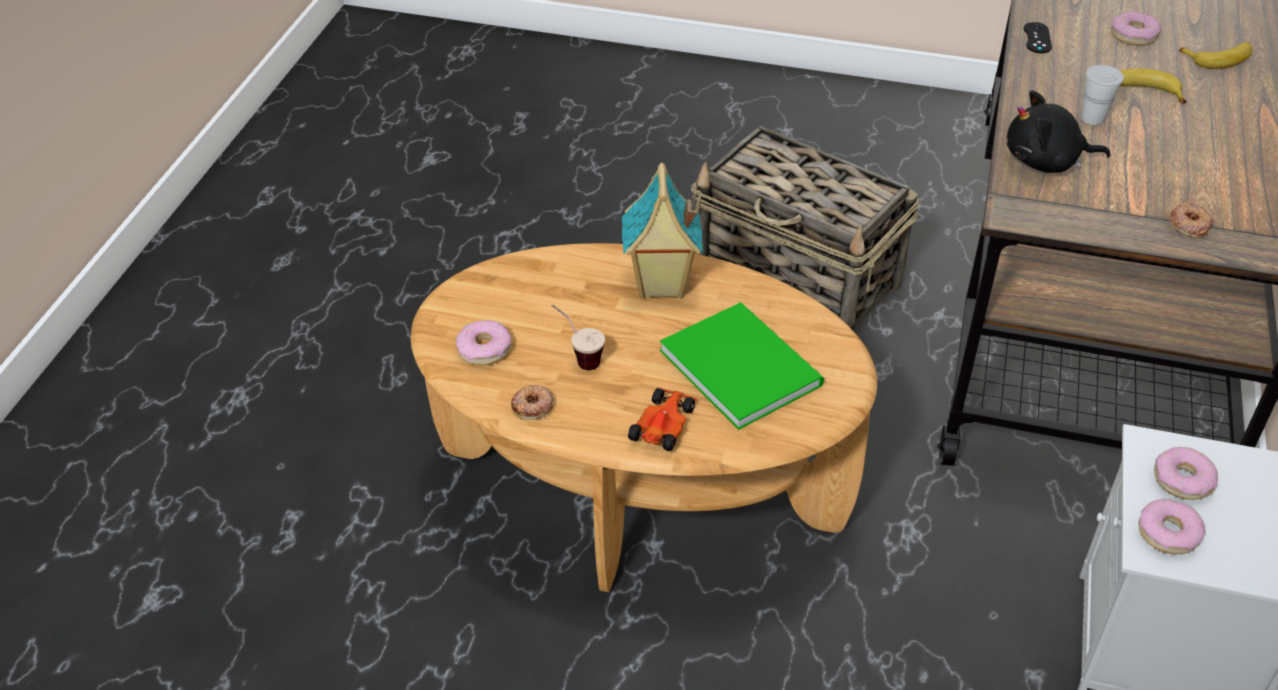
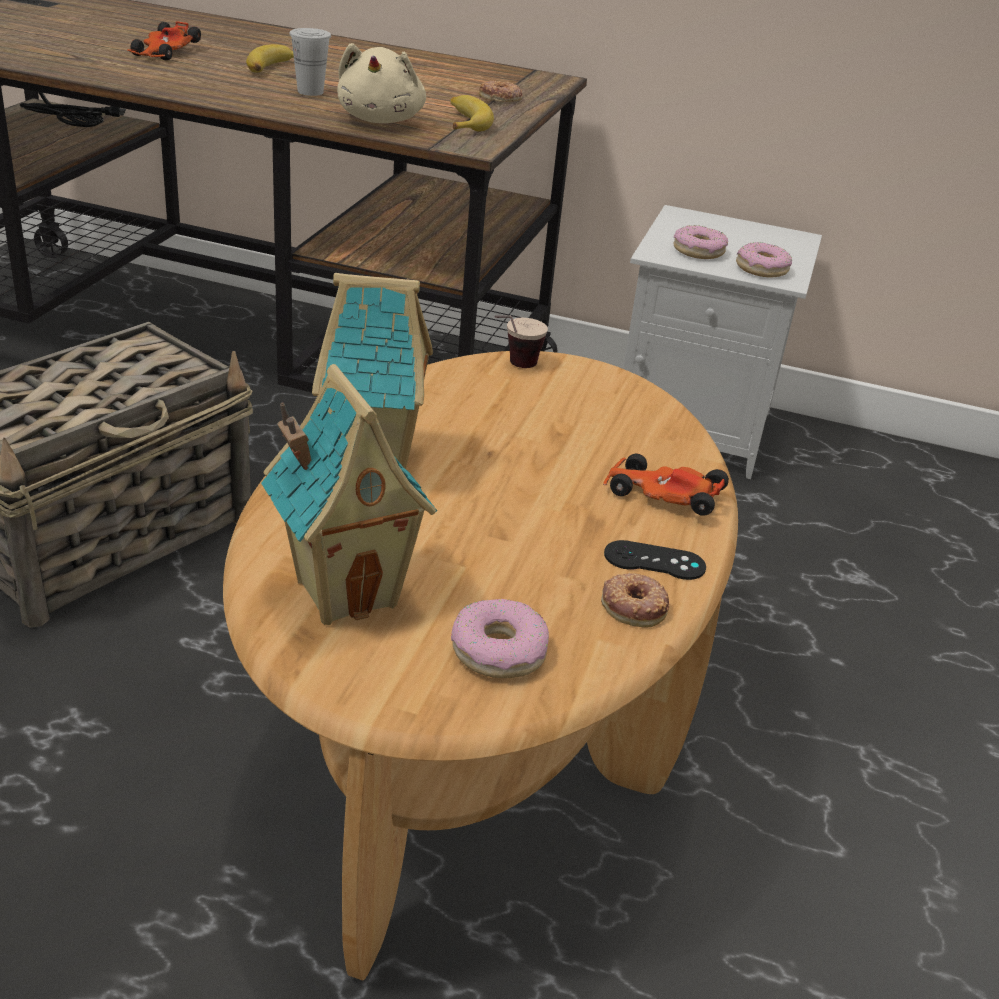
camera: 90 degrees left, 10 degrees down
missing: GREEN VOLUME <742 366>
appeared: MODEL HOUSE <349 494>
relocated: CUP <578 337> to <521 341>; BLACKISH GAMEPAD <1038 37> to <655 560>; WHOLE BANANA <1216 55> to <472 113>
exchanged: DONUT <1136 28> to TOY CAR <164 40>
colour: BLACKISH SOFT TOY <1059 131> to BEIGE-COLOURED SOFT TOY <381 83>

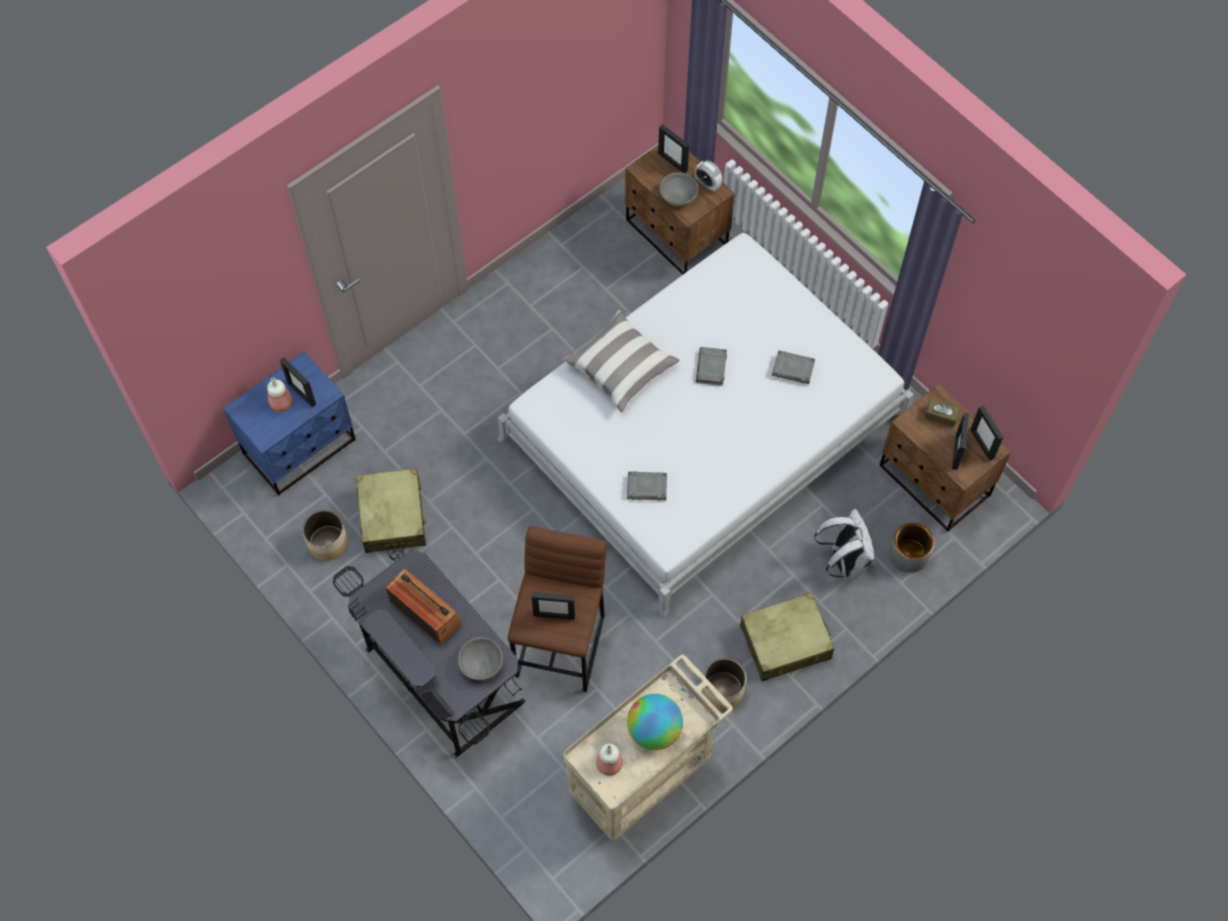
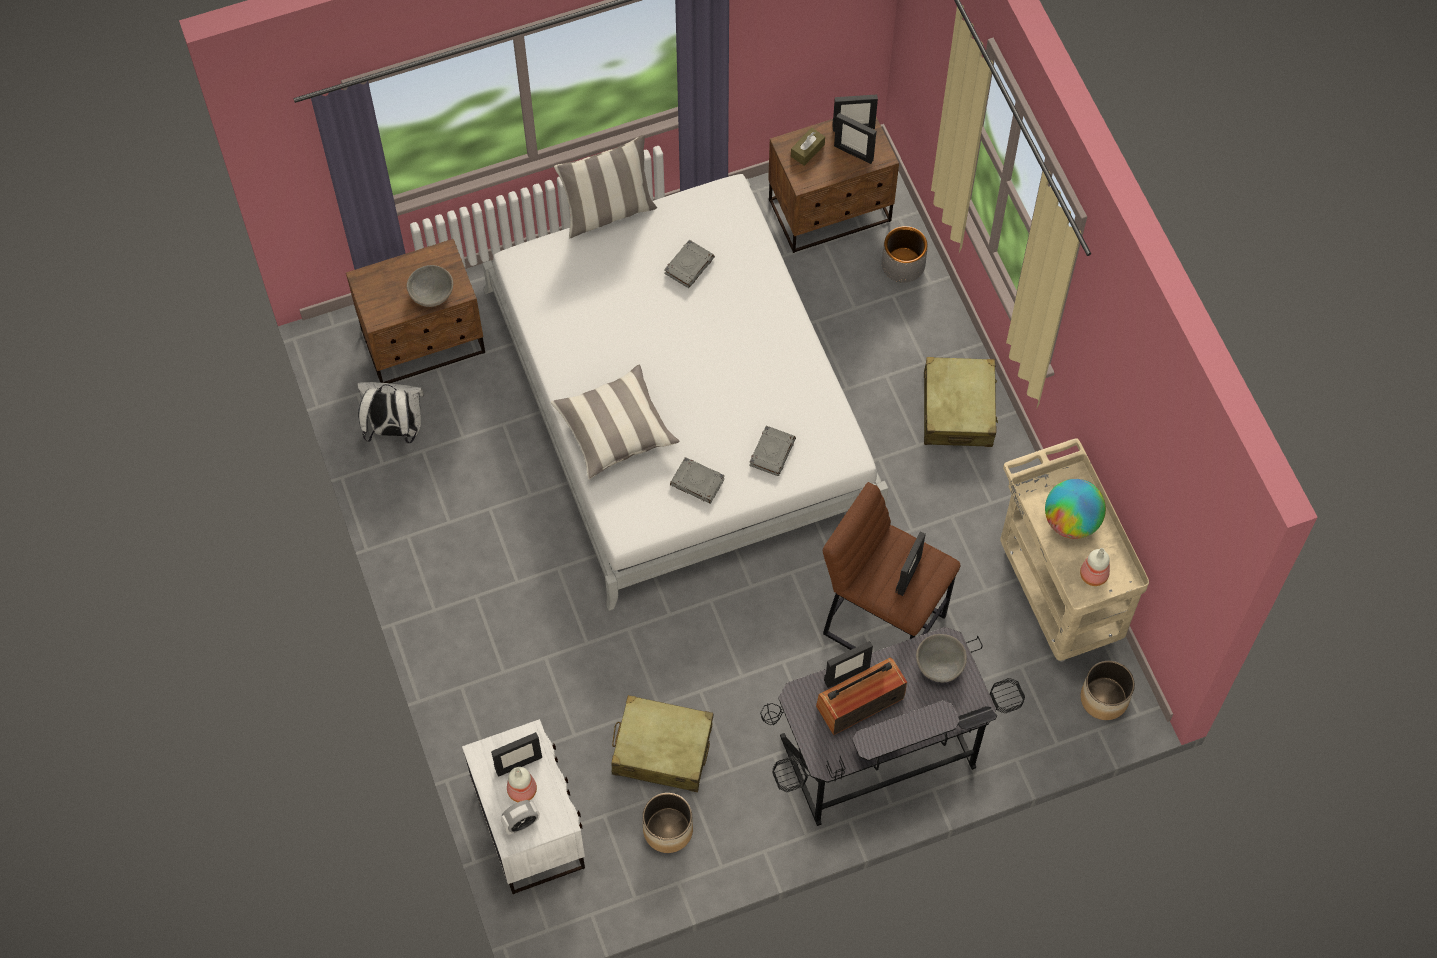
camera: 70 degrees left, 0 degrees up
appeared: CUSHION <605 186>
relocated: PHOTO FRAME <673 148> to <848 664>; TABLE CLOCK <708 176> to <520 817>; GRAY VOLUME <711 366> to <697 480>; FLOWER POT <724 684> to <1108 690>; WHITE KNAPSACK <844 544> to <390 412>
colour: BLUISH NIGHTSTAND <289 423> to WHITE NIGHTSTAND <523 806>

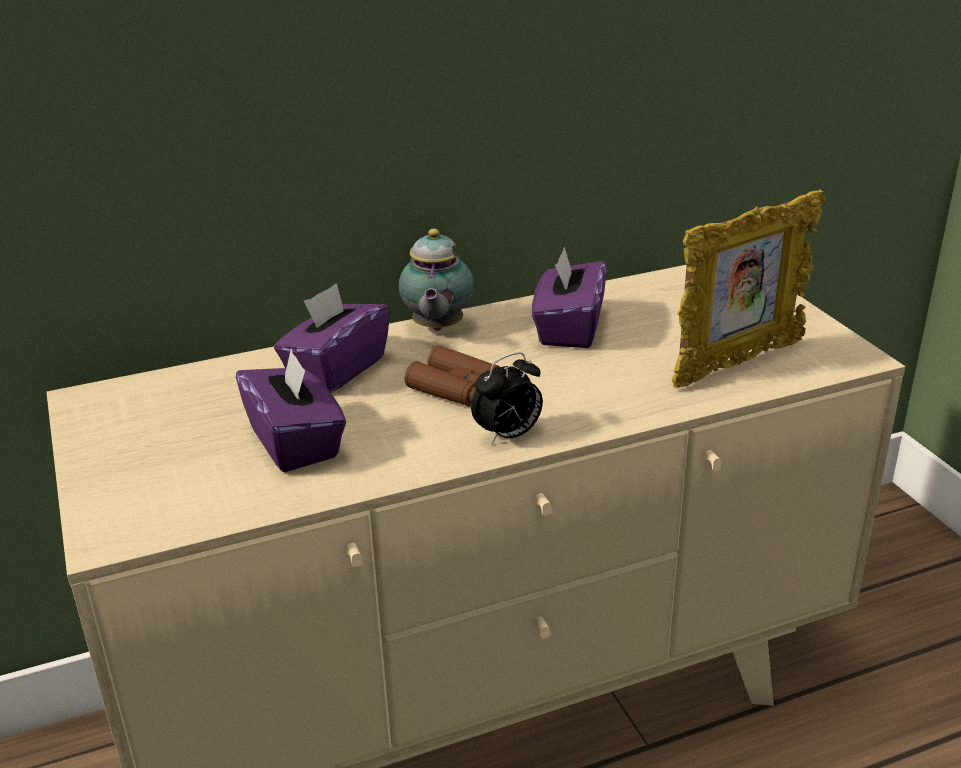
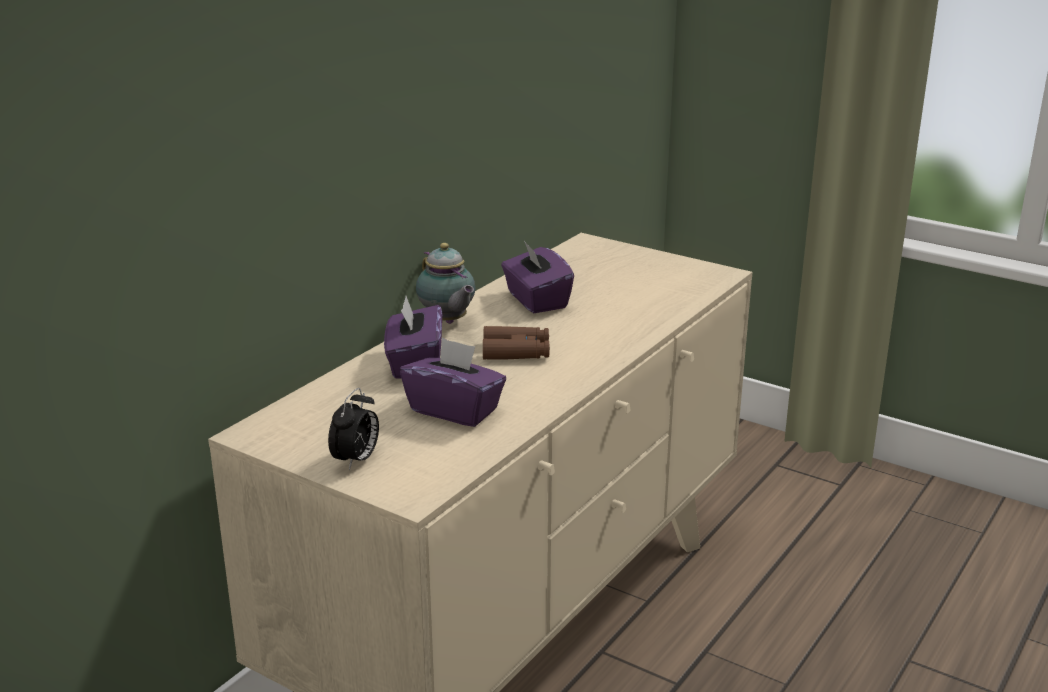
camera: 35 degrees left, 5 degrees down
missing: PHOTO FRAME <748 289>
relocated: TABLE CLOCK <507 398> to <353 429>

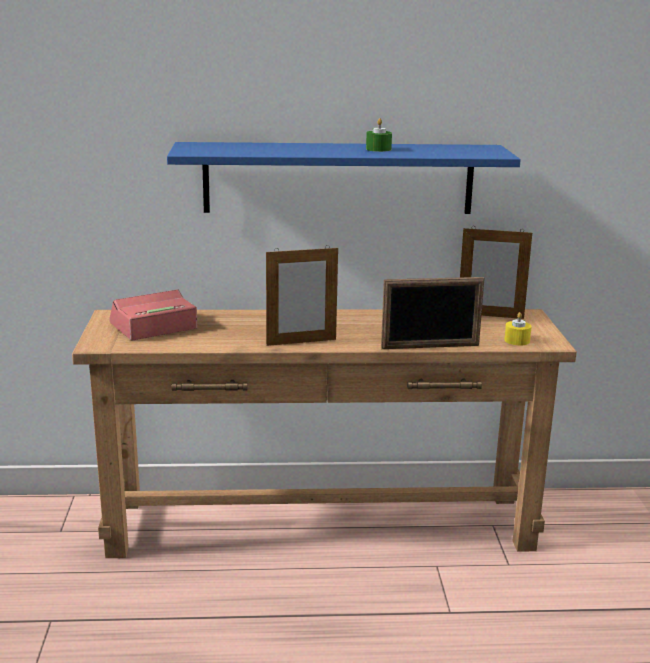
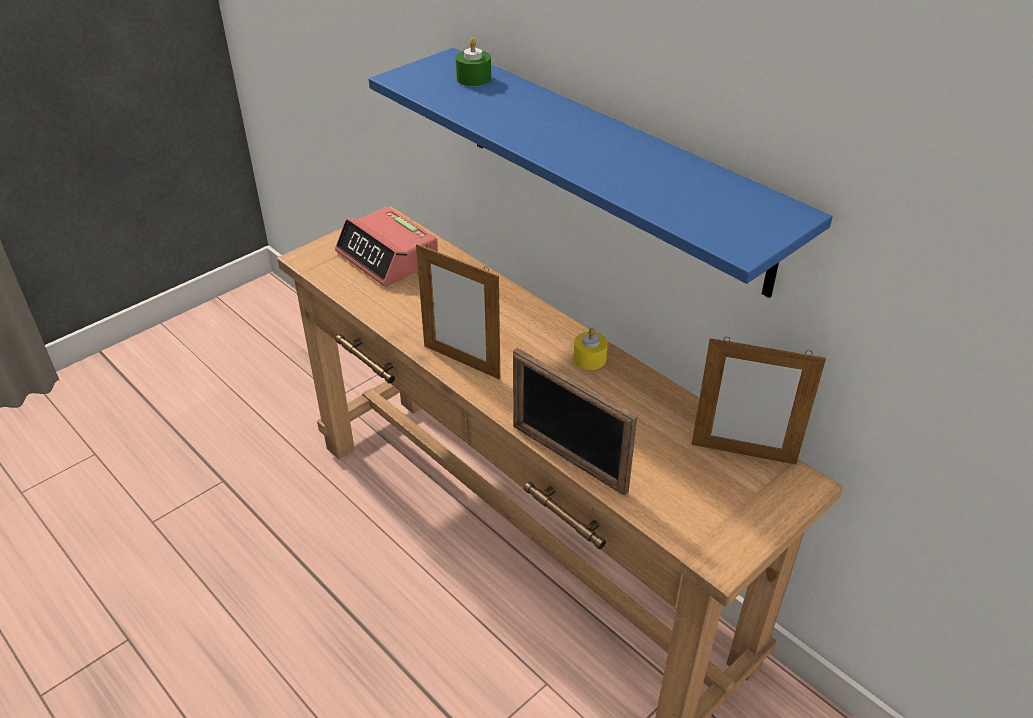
camera: 50 degrees right, 20 degrees up
relocated: GREEN CANDLE <379 135> to <473 62>; YELLOW CANDLE <518 329> to <590 349>
spun: TABLE CLOCK <153 315> = <386 247> 150 degrees counterclockwise; PHOTO FRAME <496 272> = <758 401> 45 degrees counterclockwise

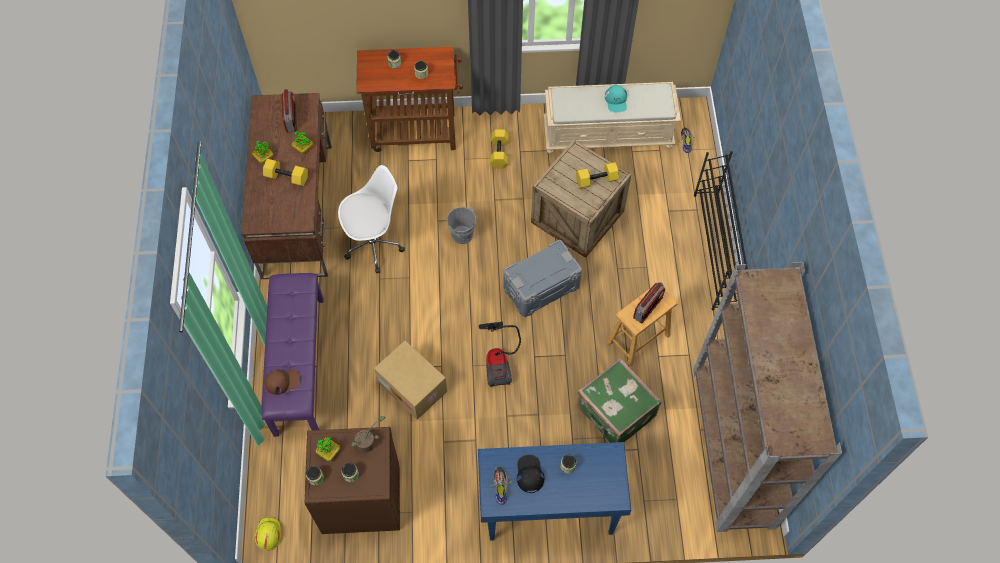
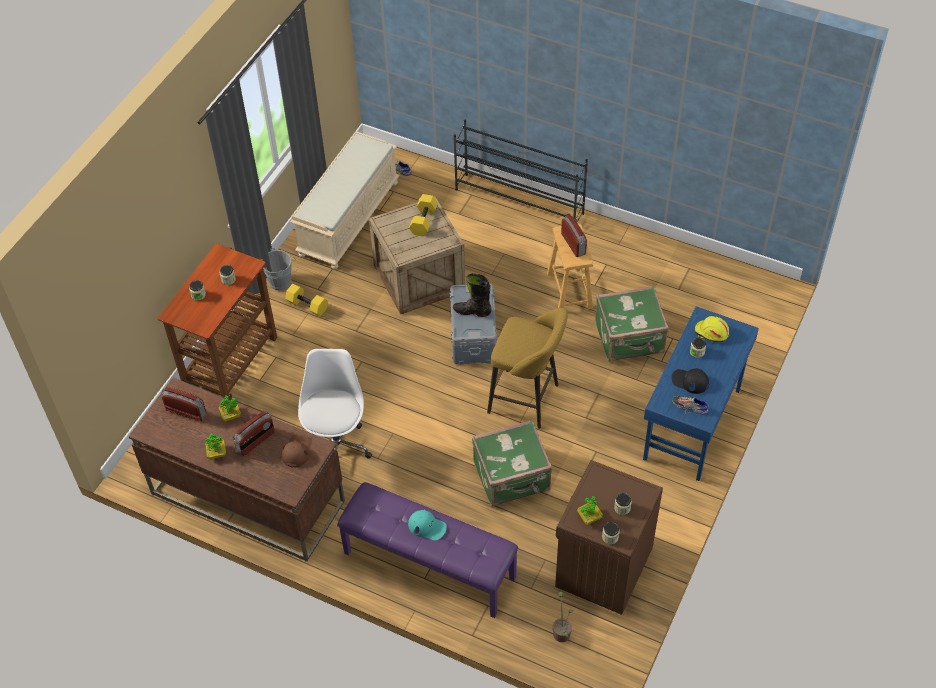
camera: 60 degrees left, 10 degrees down
missing: BROWNISH SHELVING UNIT <767 397>
appeared: BLACKISH BOOT <472 295>
relocated: YELLOW HARD HAT <268 534> to <712 329>; BROWNISH PEAKED CAP <282 382> to <296 450>; POTTED PLANT <368 434> to <563 616>; GRAY PAIL <464 225> to <280 269>; TURQUOISE PEAKED CAP <616 98> to <427 525>
exchanged: YELLOW DUMBBELL <285 172> to RADIO RECEIVER <254 433>; CARTON <410 380> to GREEN SUITCASE <512 463>; VACUUM <500 354> to YELLOW STOOL SEAT <527 368>

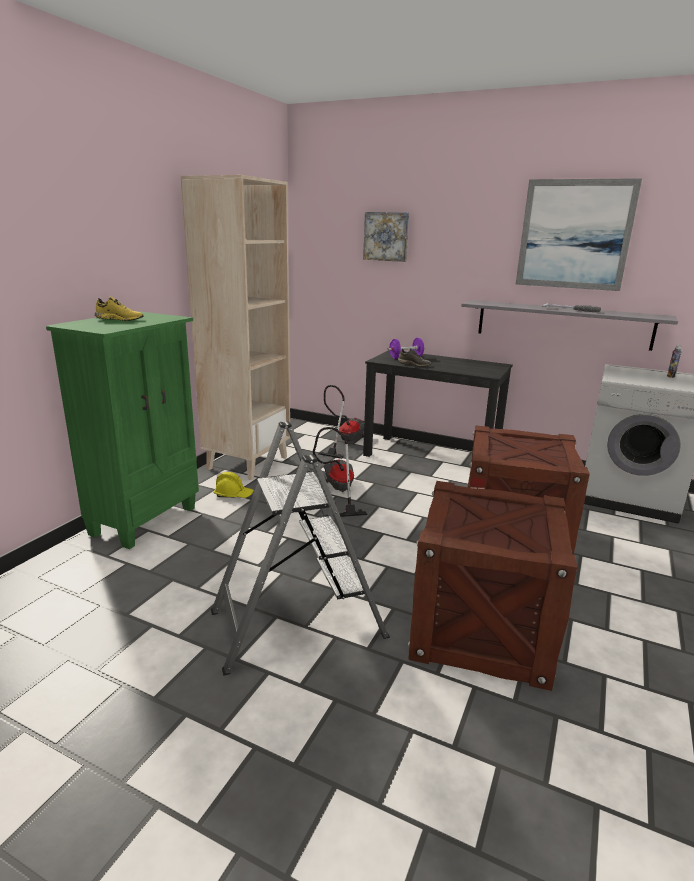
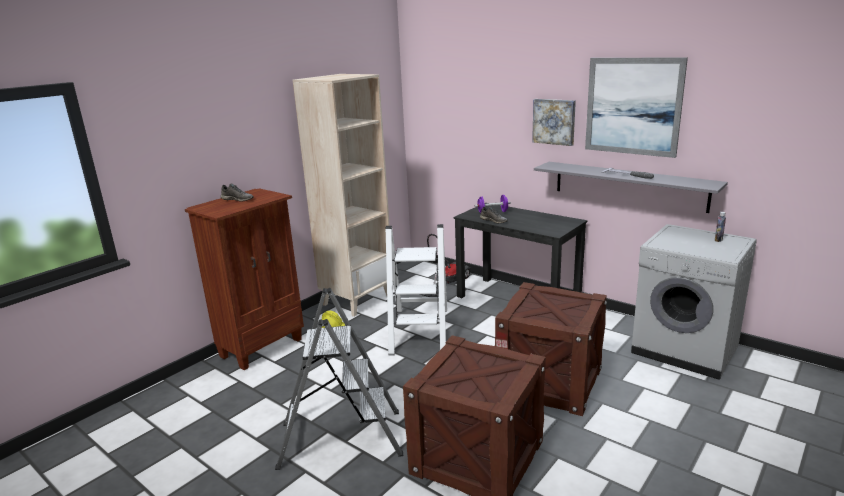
camera: 15 degrees right, 0 degrees up
relocated: PICTURE <386 237> to <554 122>
exchanged: VACUUM <340 472> to WHITE STEPLADDER <416 290>
colour: GREEN CABINET <122 430> to BROWNISH CABINET <244 279>; YELLOW SHOE <119 308> to GRAY SHOE <237 192>

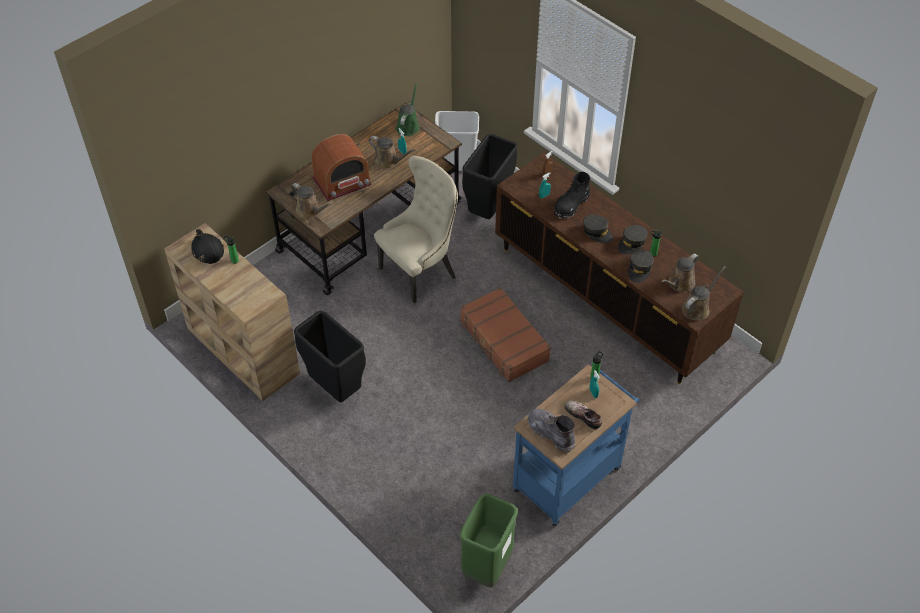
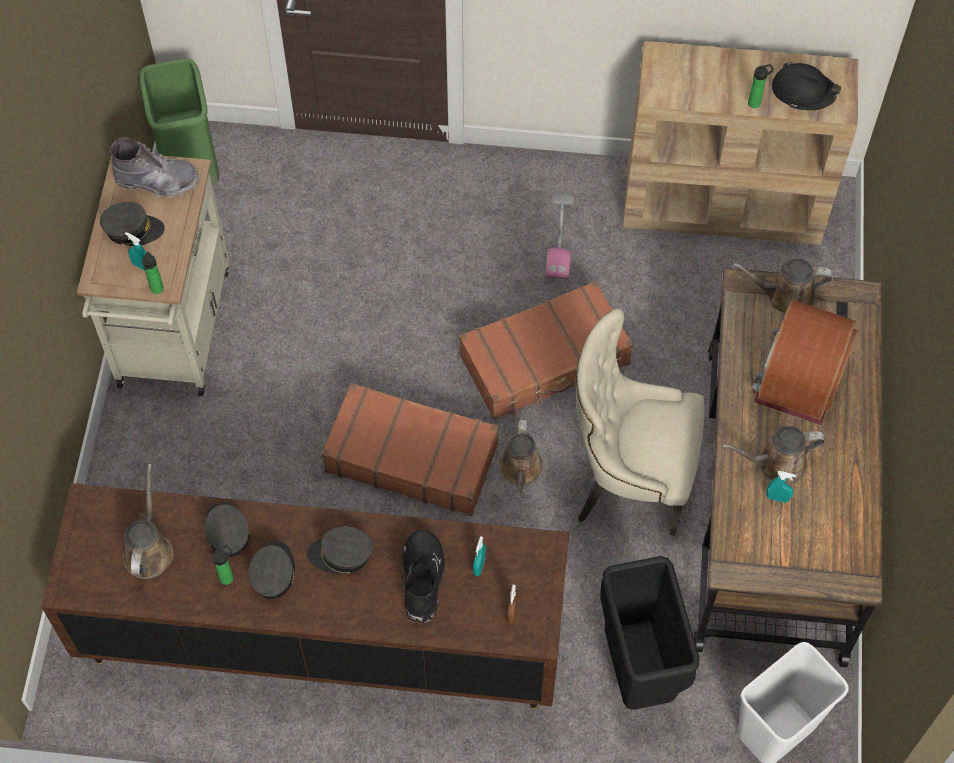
camera: 140 degrees right, 10 degrees up
missing: GREEN SPRINKLING CAN <408 109>
appeared: BROWNISH SUITCASE <546 350>
relocated: BROWNISH SPRINKLING CAN <704 293> to <521 459>
exchanged: BLACKISH WASTE BIN <330 356> to VACUUM <559 236>; SHOE <583 415> to GRAY PEAKED CAP <132 224>
colour: BLUISH WHEELED CART <576 445> to BEIGE-COLOURED WHEELED CART <154 275>
spun: BEIGE-COLOURED UPRIGHT CHAIR <416 229> = <640 422> 90 degrees clockwise

